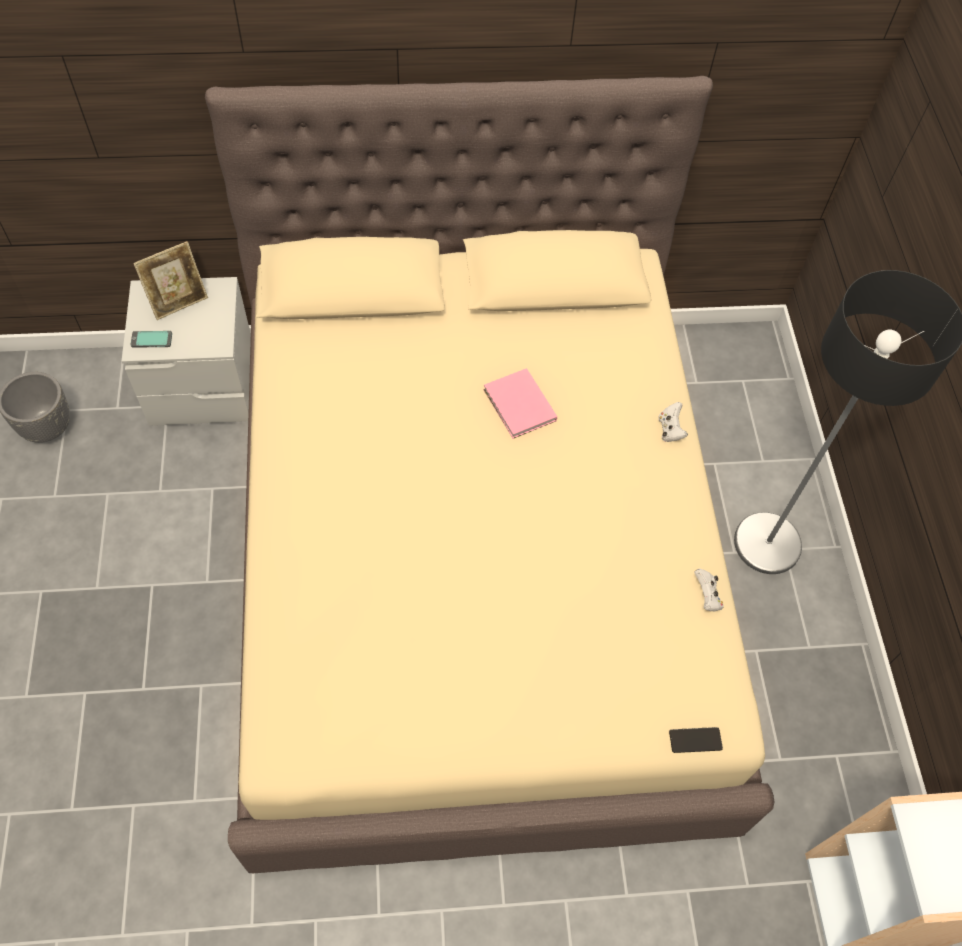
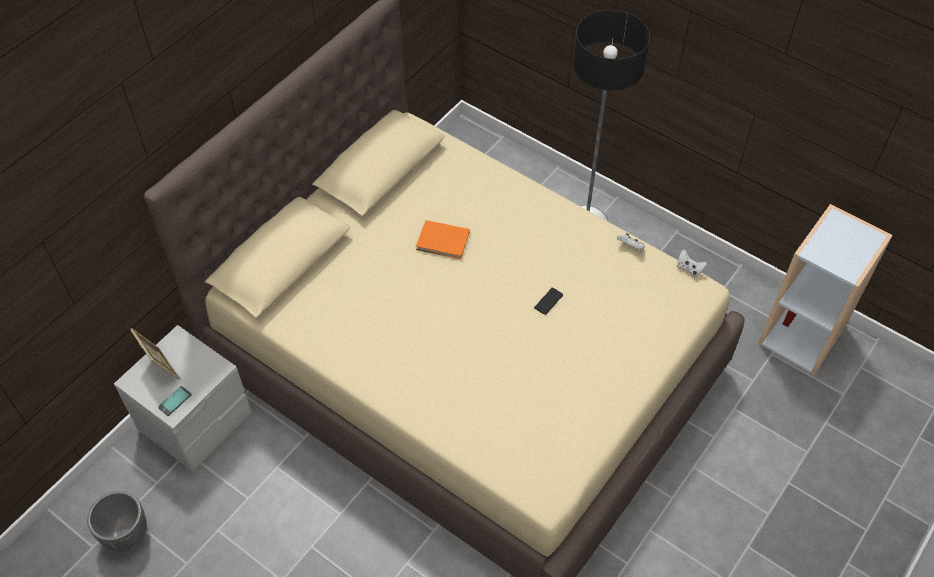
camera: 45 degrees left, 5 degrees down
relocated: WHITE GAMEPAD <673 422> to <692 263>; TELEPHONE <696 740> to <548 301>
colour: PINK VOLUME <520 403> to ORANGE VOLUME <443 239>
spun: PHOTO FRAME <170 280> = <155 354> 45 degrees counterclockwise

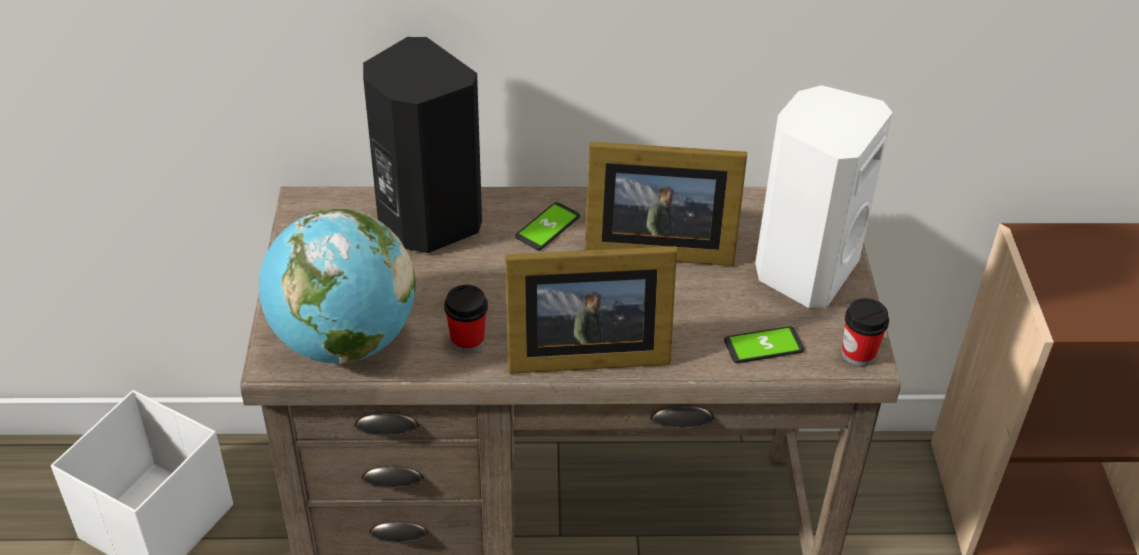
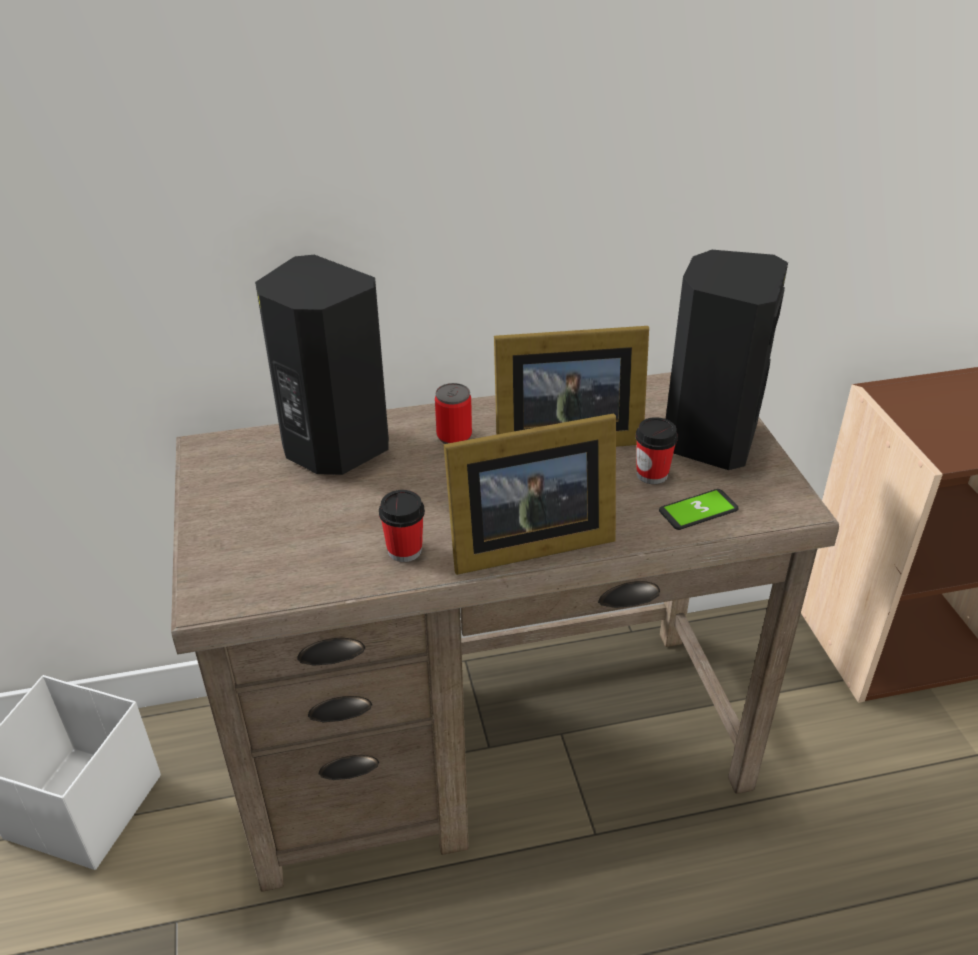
camera: 10 degrees left, 5 degrees down
missing: WORLD GLOBE <337 287>
relocated: CUP <865 332> to <657 450>
exchanged: TELEPHONE <547 226> to SEALED CAN <453 413>
colour: WHITE LOUDSPEAKER <824 196> to BLACKISH LOUDSPEAKER <727 360>

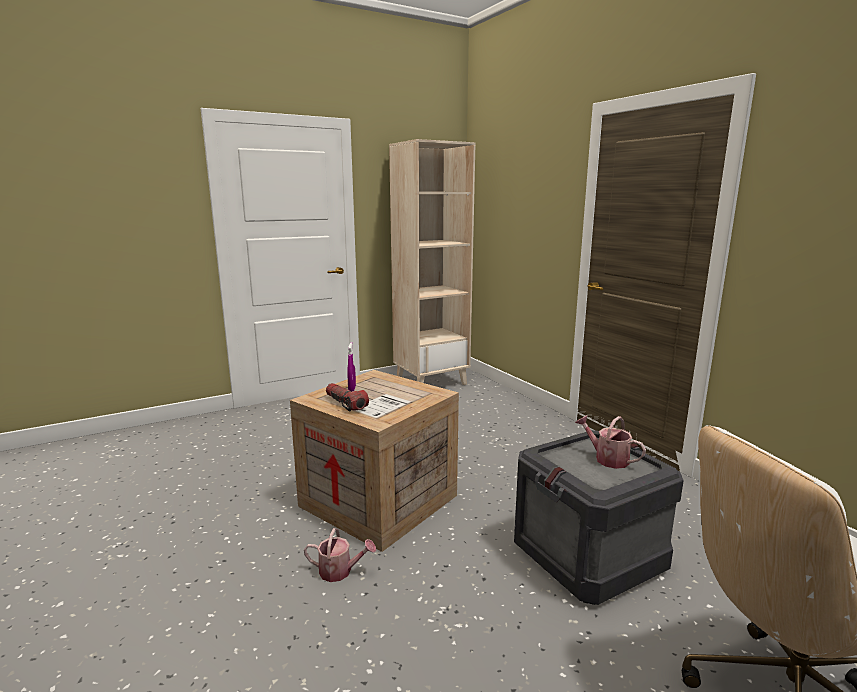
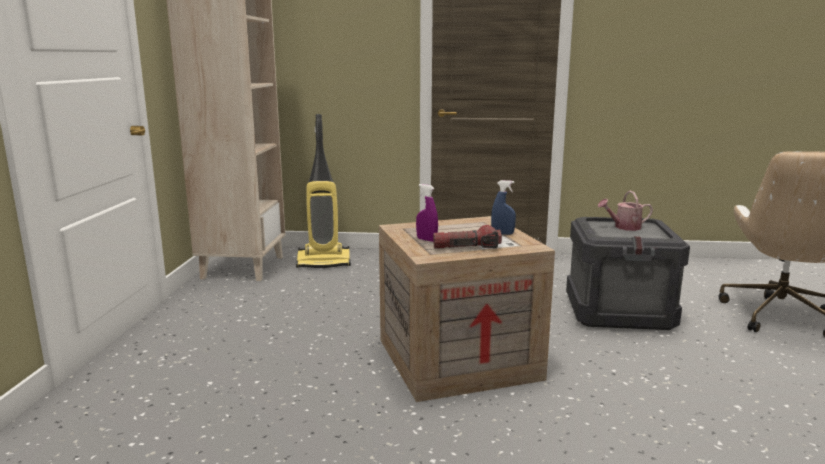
camera: 55 degrees left, 0 degrees up
missing: SPRINKLING CAN <340 555>
appeared: VACUUM <323 191>; BLUISH HAND SPRAYER <503 207>

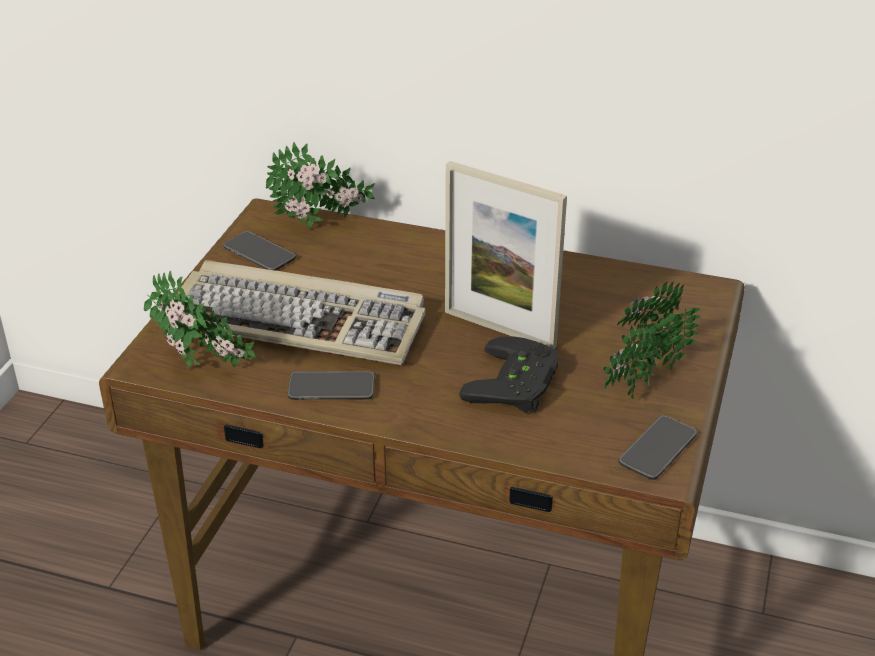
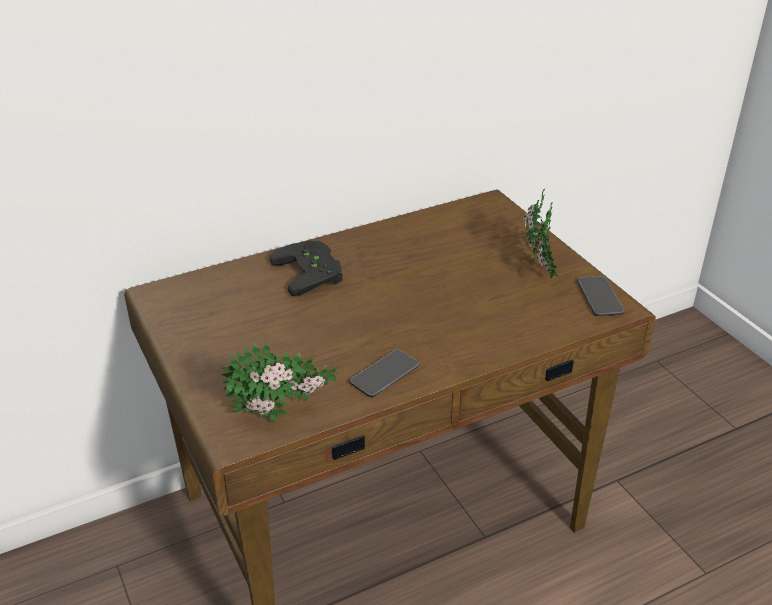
camera: 45 degrees left, 0 degrees up
missing: KEYBOARD <300 312>; TELEPHONE <259 251>; POTTED PLANT <320 185>; PHOTO FRAME <506 255>
relocated: BLACKISH GAMEPAD <508 375> to <306 268>

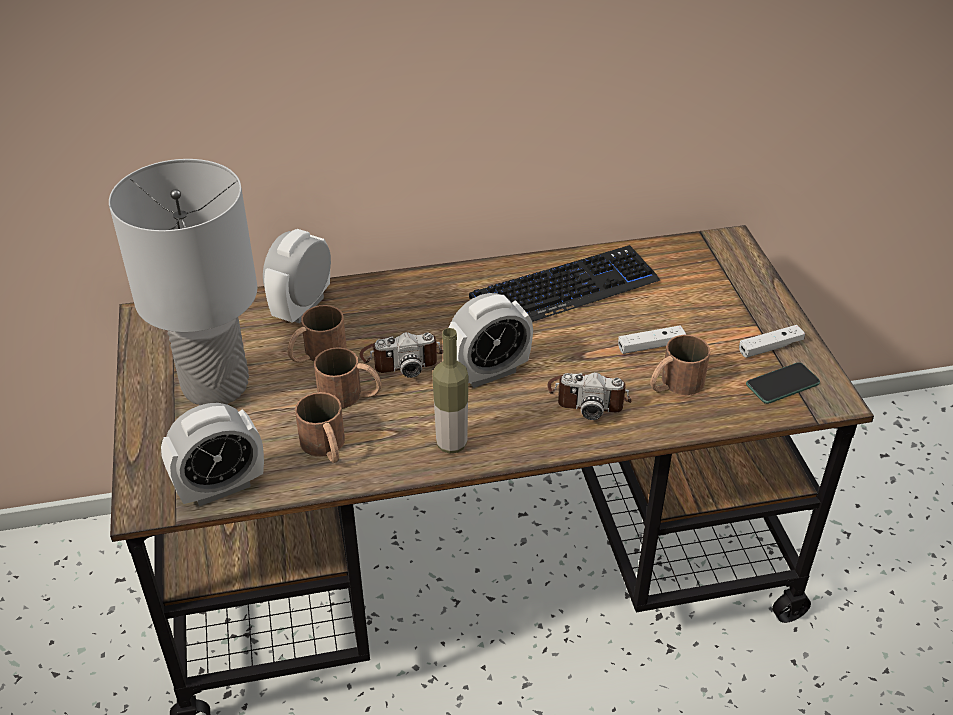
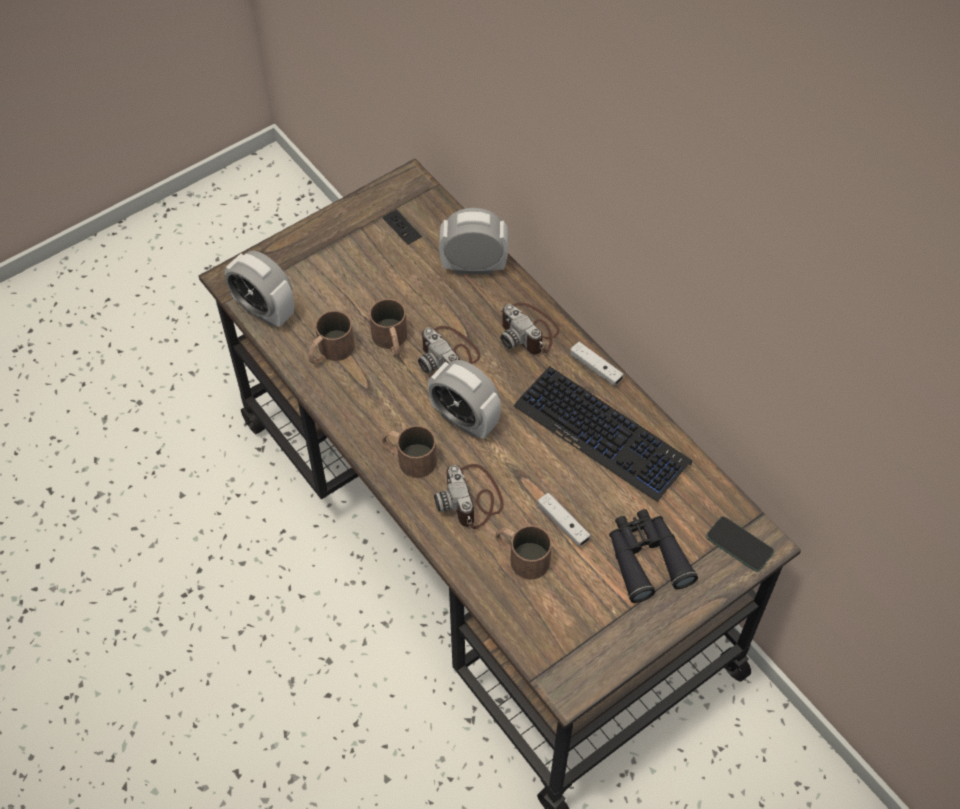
camera: 65 degrees right, 15 degrees up
missing: GRAY TABLE LAMP <183 282>; BOTTLE <450 391>
appeared: PHOTO CAMERA <530 328>; BLACKISH BINOCULARS <653 556>
relocated: BROWNISH MUG <317 333> to <409 451>; WHITE GAMEPAD <772 341> to <596 364>; TELEPHONE <783 383> to <740 544>

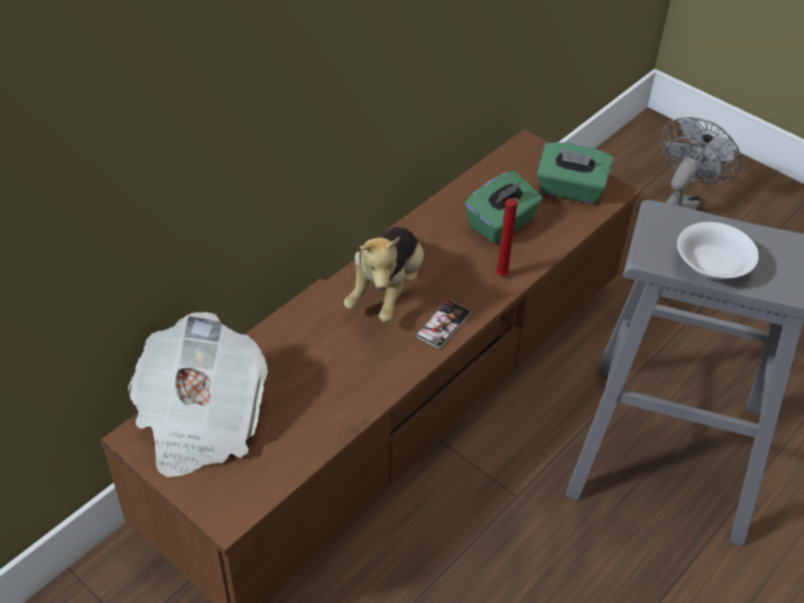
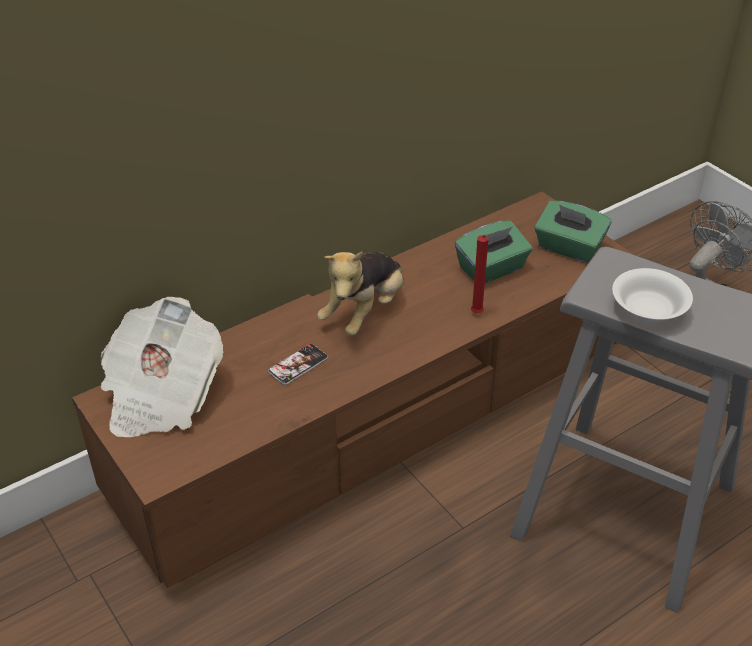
camera: 15 degrees right, 5 degrees down
relocated: TELEPHONE <443 324> to <298 364>

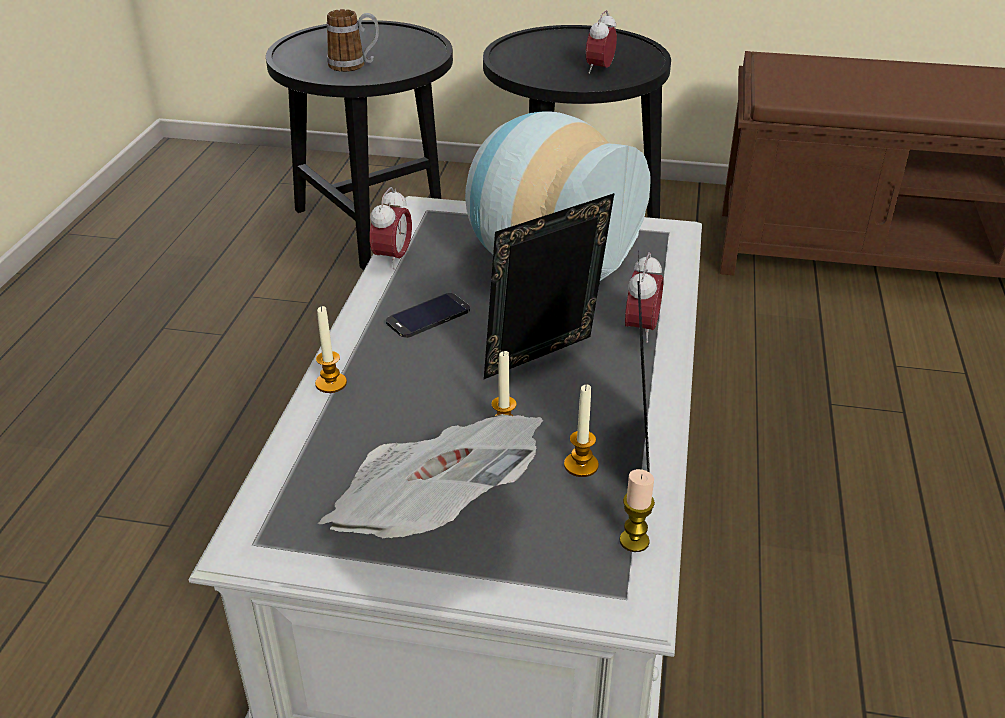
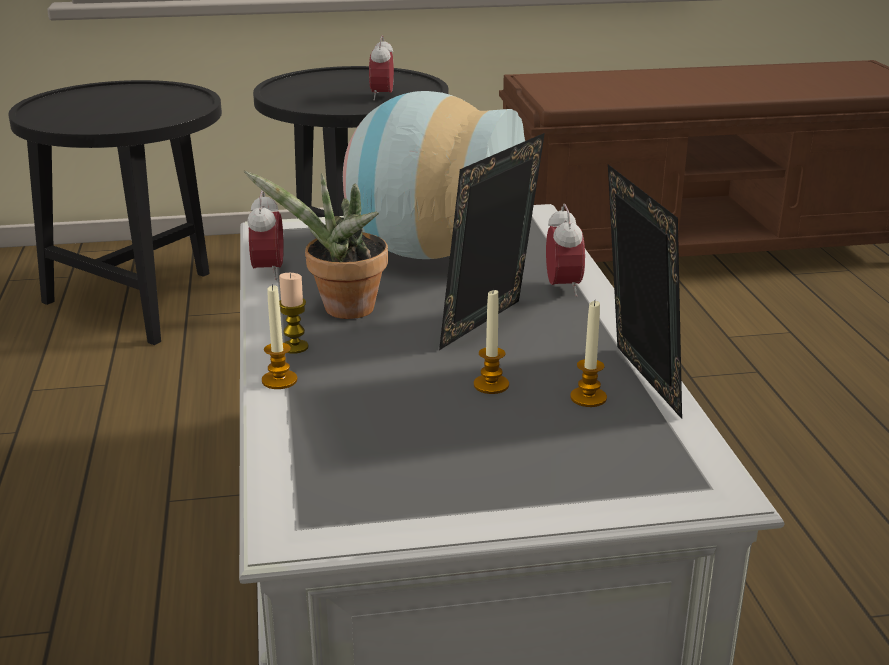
camera: 20 degrees left, 10 degrees down
missing: PRINTED PAPER <430 476>; MUG <353 40>
relocated: CANDLE <637 510> to <294 313>
exchanged: TELEPHONE <428 315> to POTTED PLANT <315 244>

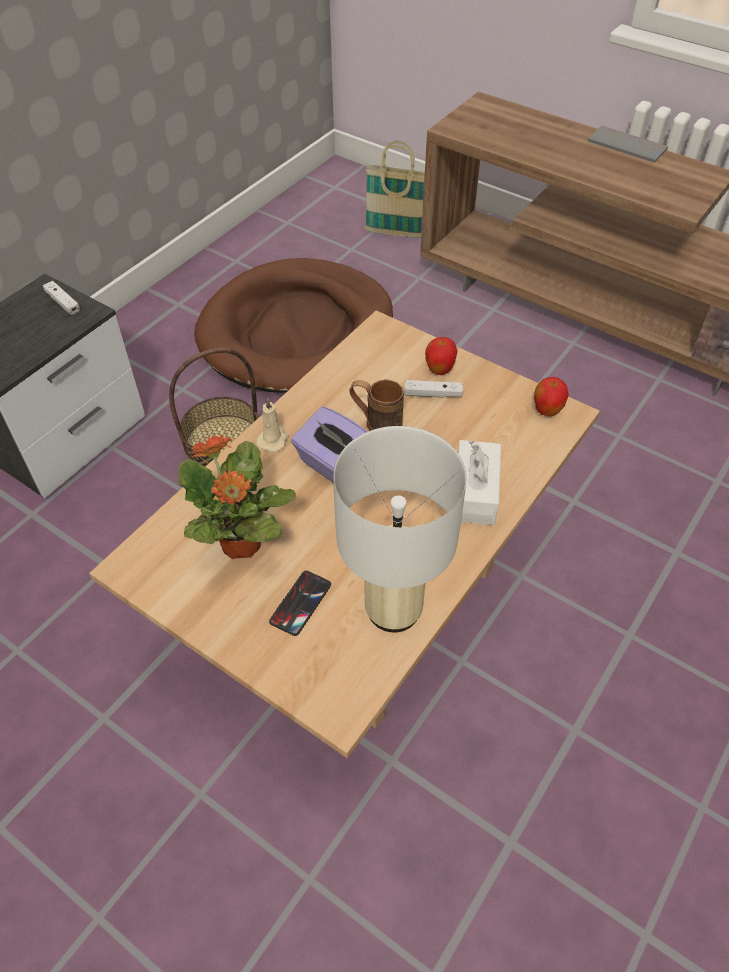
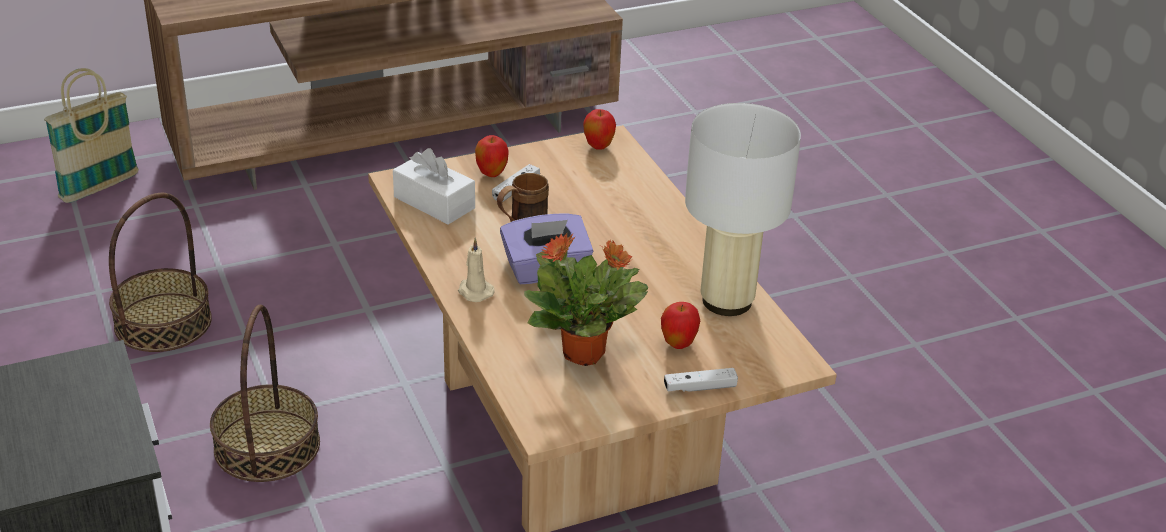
camera: 60 degrees left, 15 degrees down
relocated: WHITE GAMEPAD <61 298> to <701 380>; WHITE TISSUE BOX <479 482> to <434 186>
exchanged: BROWNISH DOG BED <293 325> to BASKET <160 272>; TELEPHONE <300 603> to APPLE <680 325>

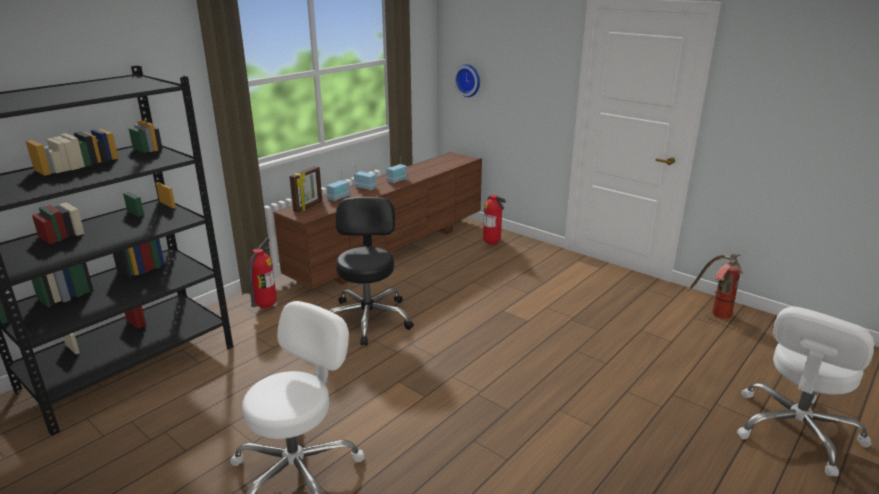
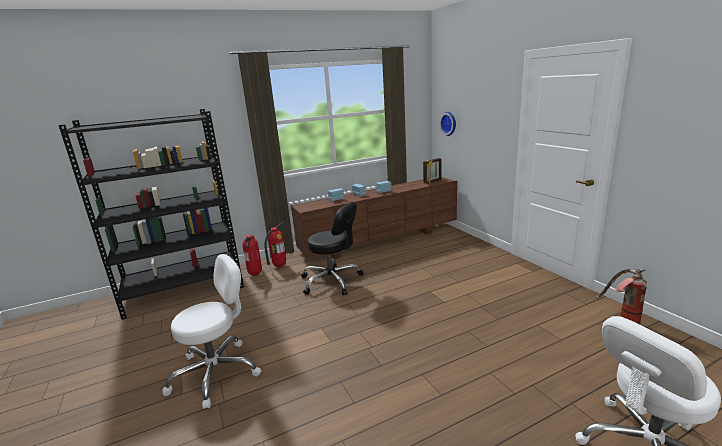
camera: 25 degrees right, 5 degrees down
relocated: PHOTO FRAME <305 189> to <432 171>; FIRE EXTINGUISHER <494 220> to <252 255>
spun: BLACKISH OFFICE CHAIR <371 271> = <332 248> 90 degrees clockwise

